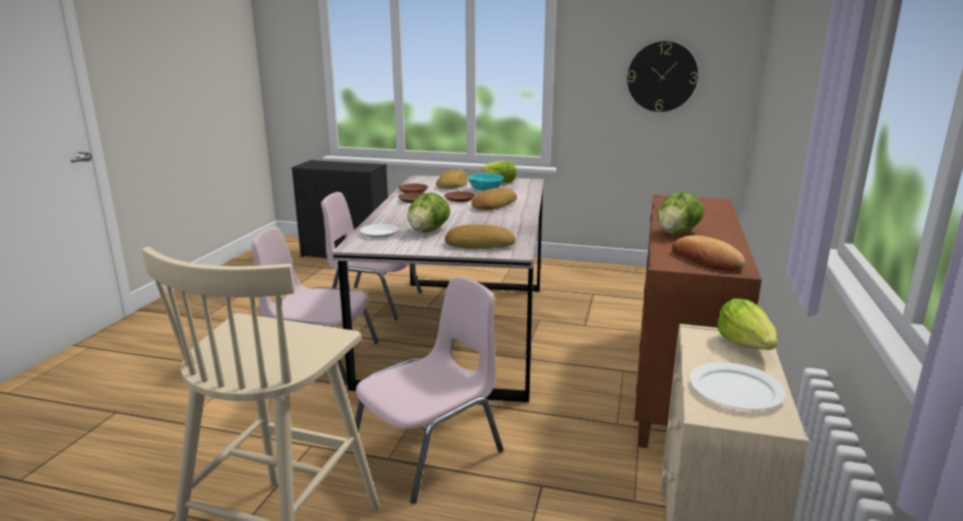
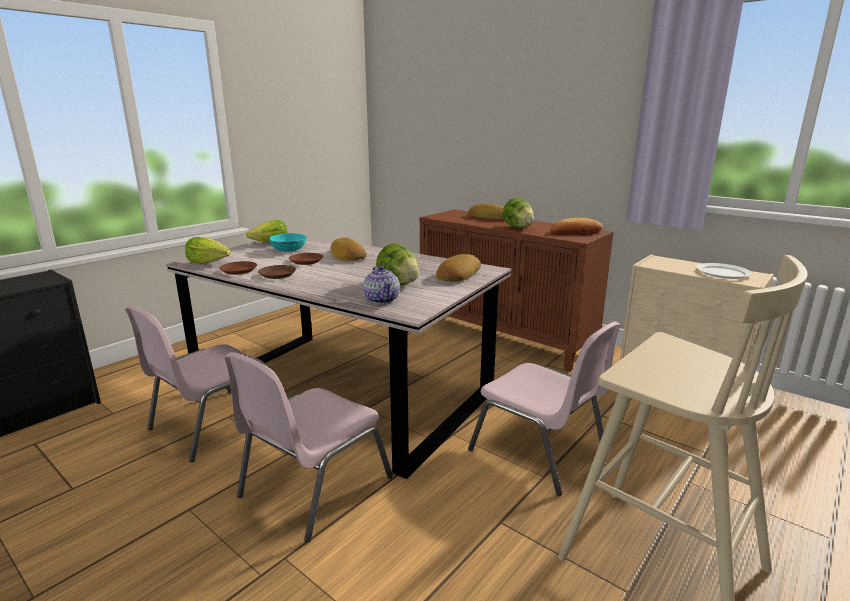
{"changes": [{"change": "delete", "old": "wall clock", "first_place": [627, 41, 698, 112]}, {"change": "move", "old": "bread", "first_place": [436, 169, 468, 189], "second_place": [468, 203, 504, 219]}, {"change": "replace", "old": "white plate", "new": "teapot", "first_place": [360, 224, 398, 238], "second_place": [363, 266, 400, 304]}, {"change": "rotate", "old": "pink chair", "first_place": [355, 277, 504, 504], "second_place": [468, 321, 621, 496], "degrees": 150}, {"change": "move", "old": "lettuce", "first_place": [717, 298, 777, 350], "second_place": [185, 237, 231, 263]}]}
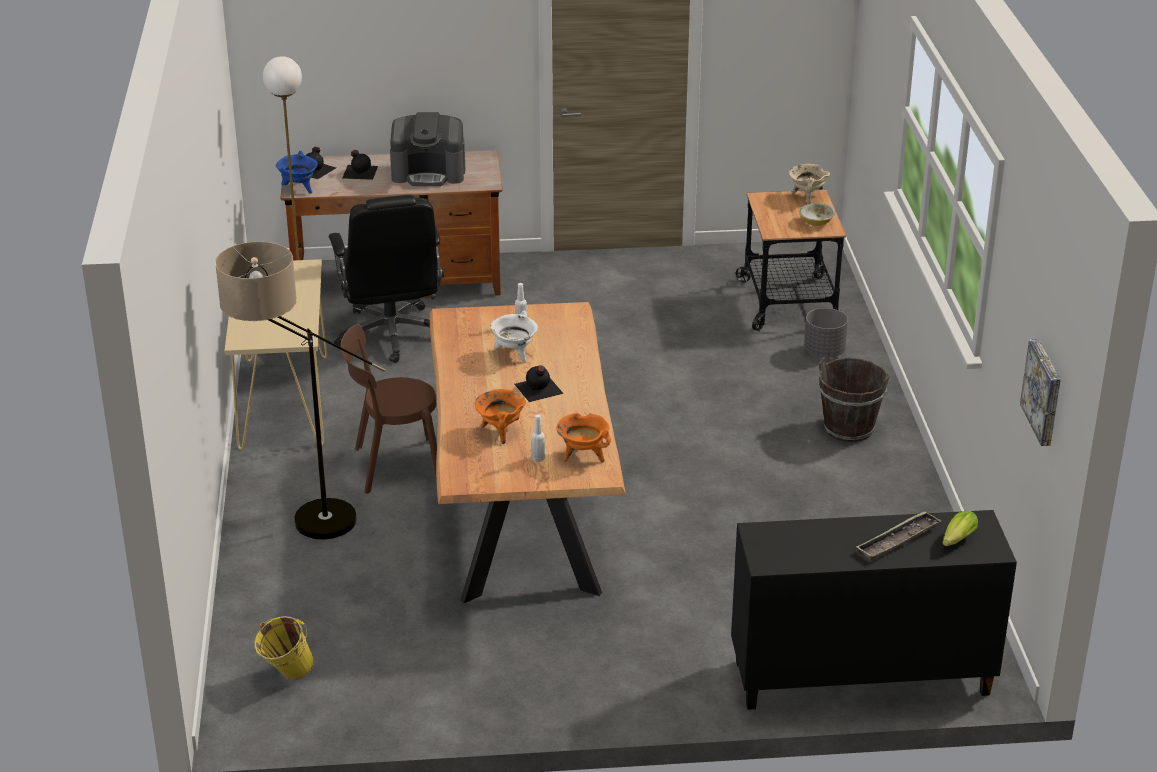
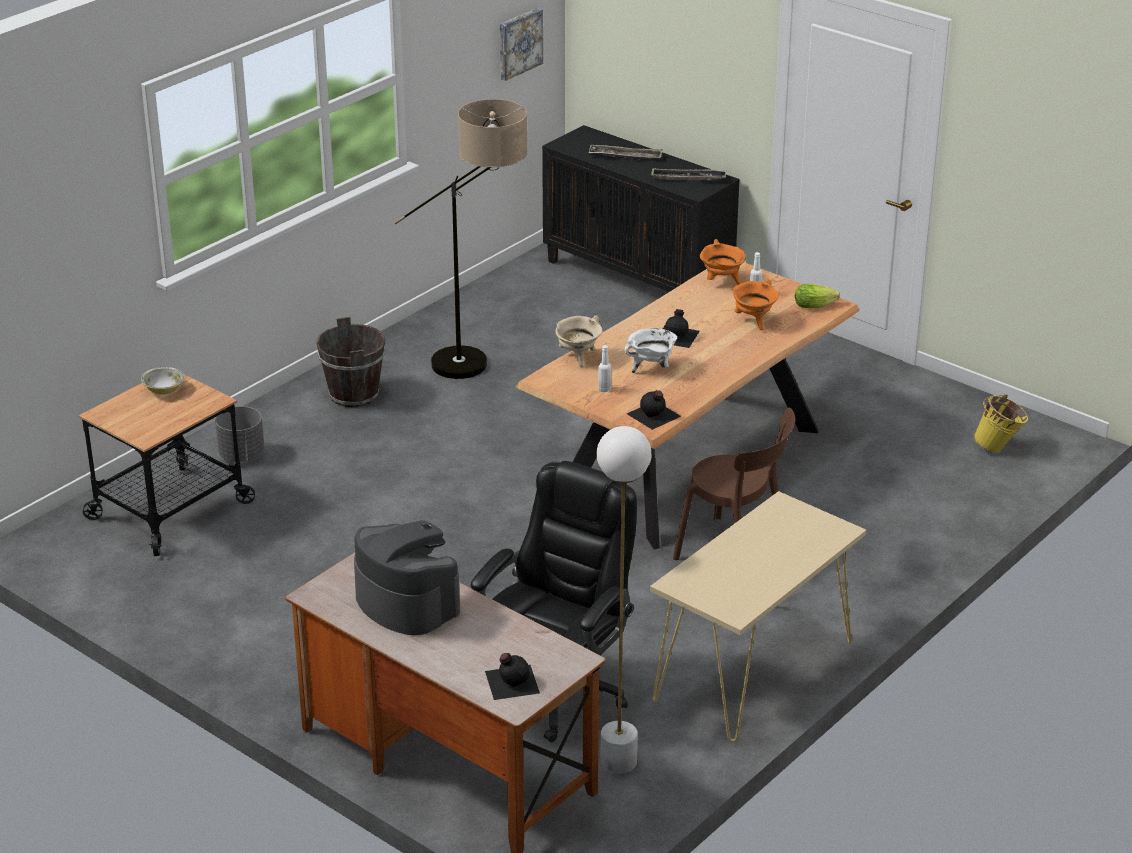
{"changes": [{"change": "move", "old": "black bottle", "first_place": [342, 150, 378, 180], "second_place": [627, 390, 681, 430]}, {"change": "delete", "old": "blue cooking pot", "first_place": [275, 151, 318, 194]}, {"change": "move", "old": "beige cooking pot", "first_place": [789, 164, 830, 204], "second_place": [555, 315, 603, 367]}, {"change": "move", "old": "floor lamp", "first_place": [215, 242, 385, 539], "second_place": [394, 99, 528, 379]}, {"change": "move", "old": "lettuce", "first_place": [942, 511, 978, 546], "second_place": [795, 284, 840, 308]}, {"change": "insert", "new": "tray", "second_place": [651, 168, 726, 181]}]}
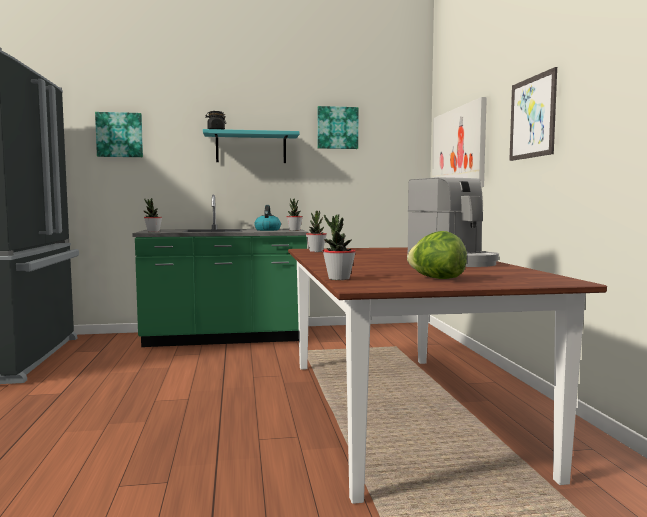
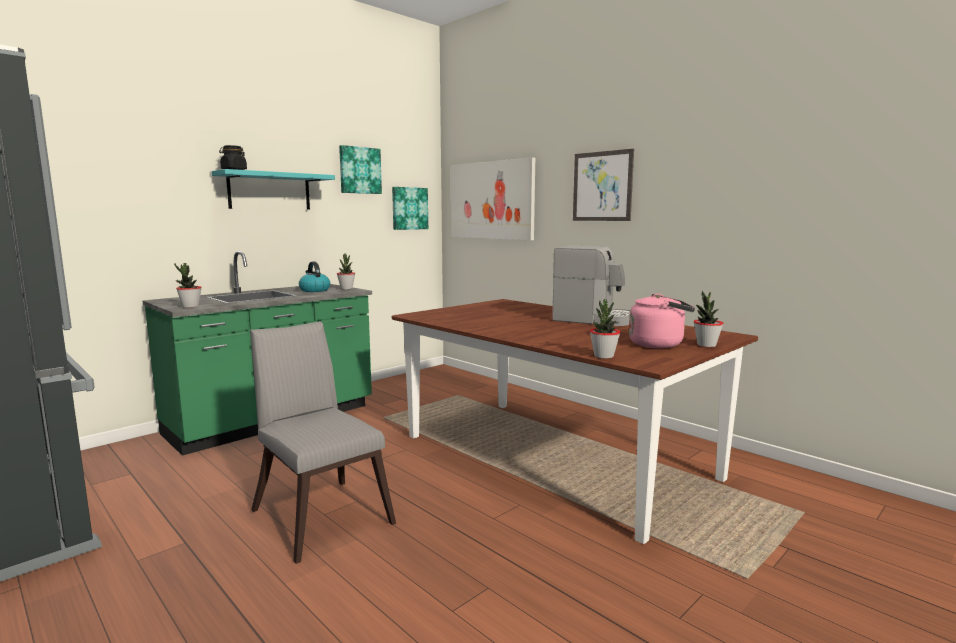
{"changes": [{"change": "move", "old": "picture", "first_place": [95, 112, 143, 157], "second_place": [392, 187, 428, 230]}, {"change": "move", "old": "potted plant", "first_place": [306, 211, 327, 252], "second_place": [694, 291, 724, 347]}, {"change": "replace", "old": "lettuce", "new": "pink kettle", "first_place": [407, 231, 467, 279], "second_place": [629, 294, 695, 348]}, {"change": "insert", "new": "grey chair", "second_place": [250, 321, 396, 564]}]}
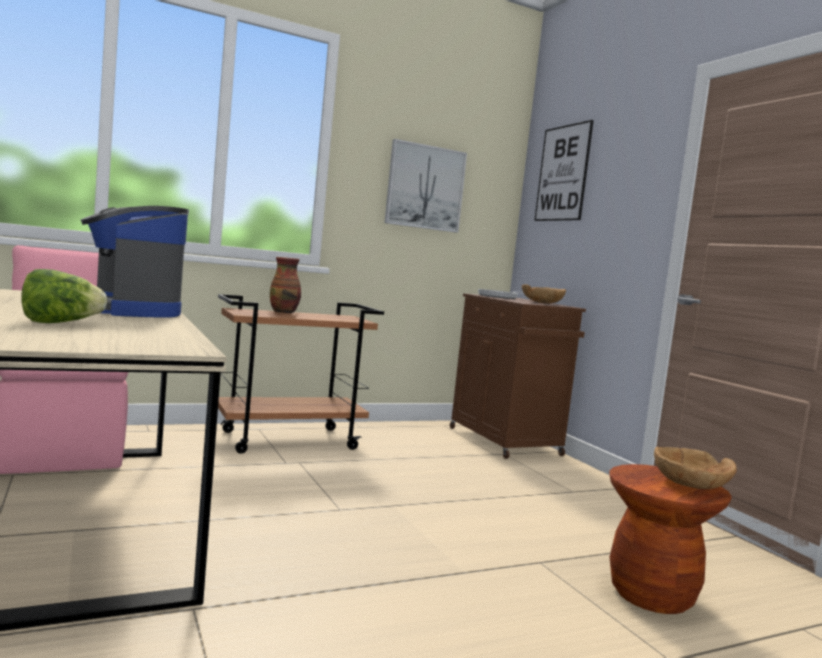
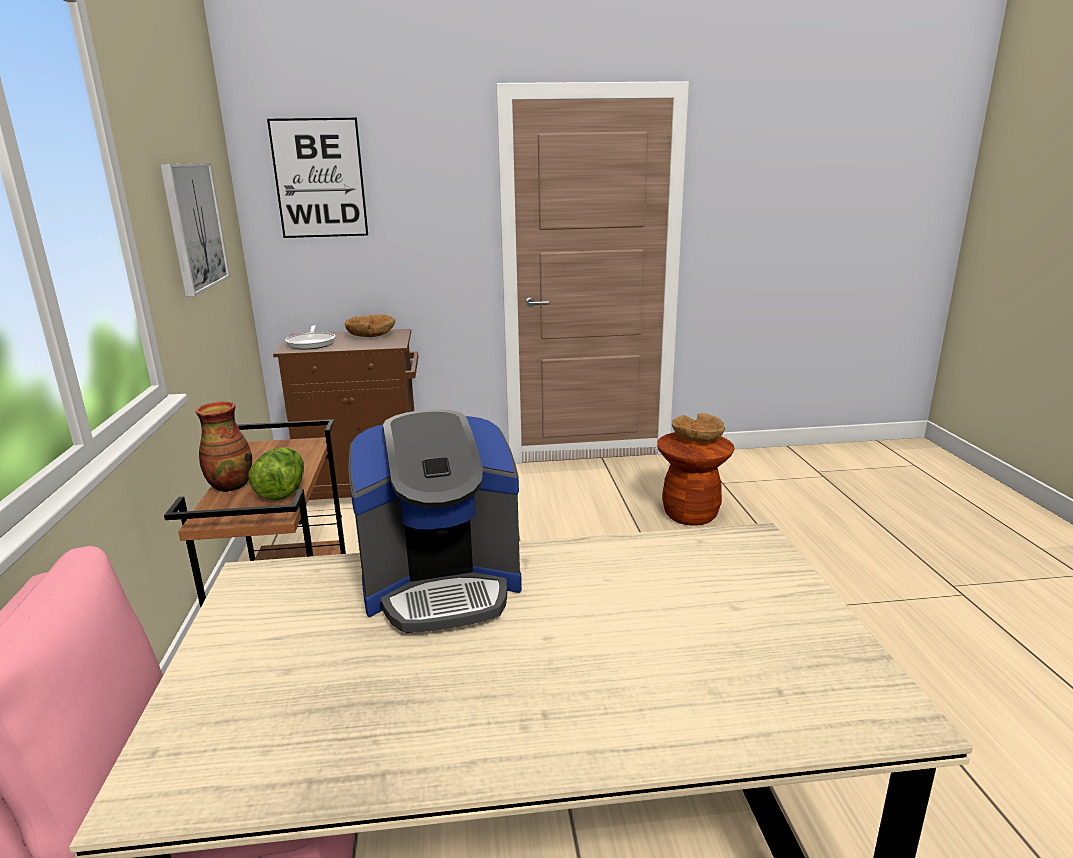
{"changes": [{"change": "move", "old": "lettuce", "first_place": [21, 269, 107, 323], "second_place": [248, 447, 304, 501]}]}
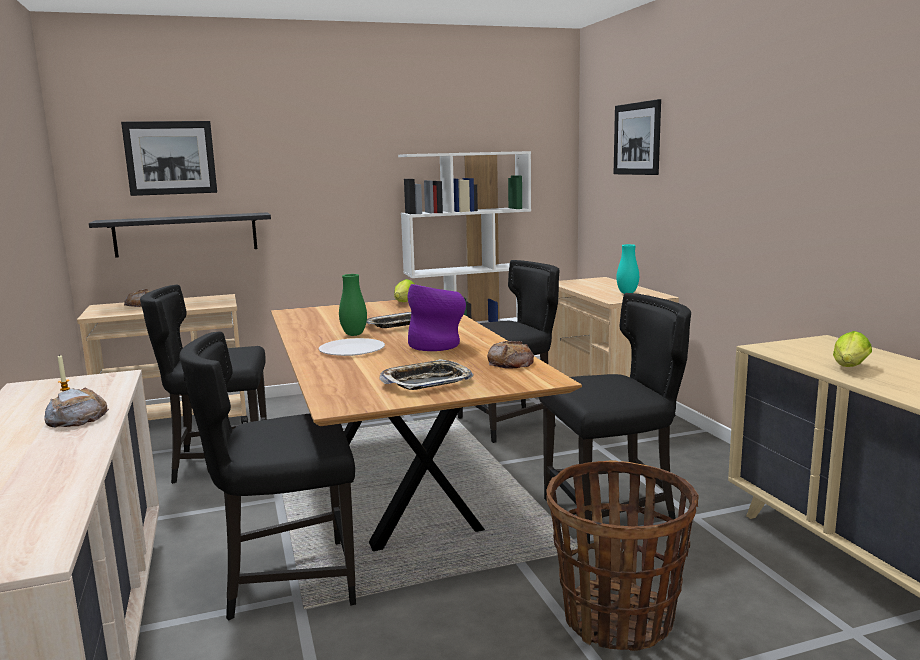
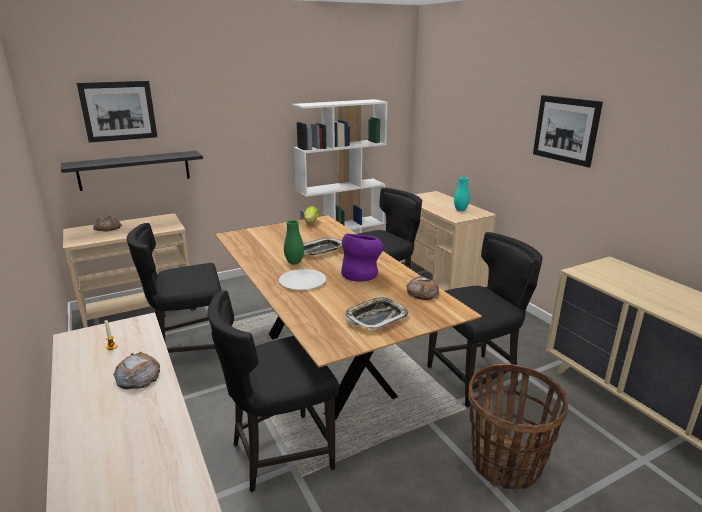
{"changes": [{"change": "move", "old": "picture", "first_place": [614, 99, 661, 175], "second_place": [533, 95, 603, 167]}, {"change": "delete", "old": "lettuce", "first_place": [833, 331, 872, 367]}]}
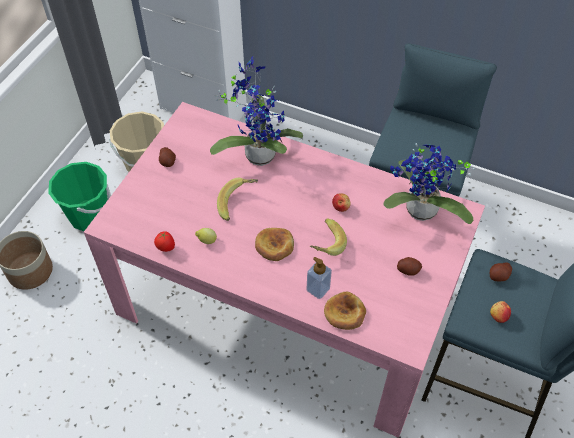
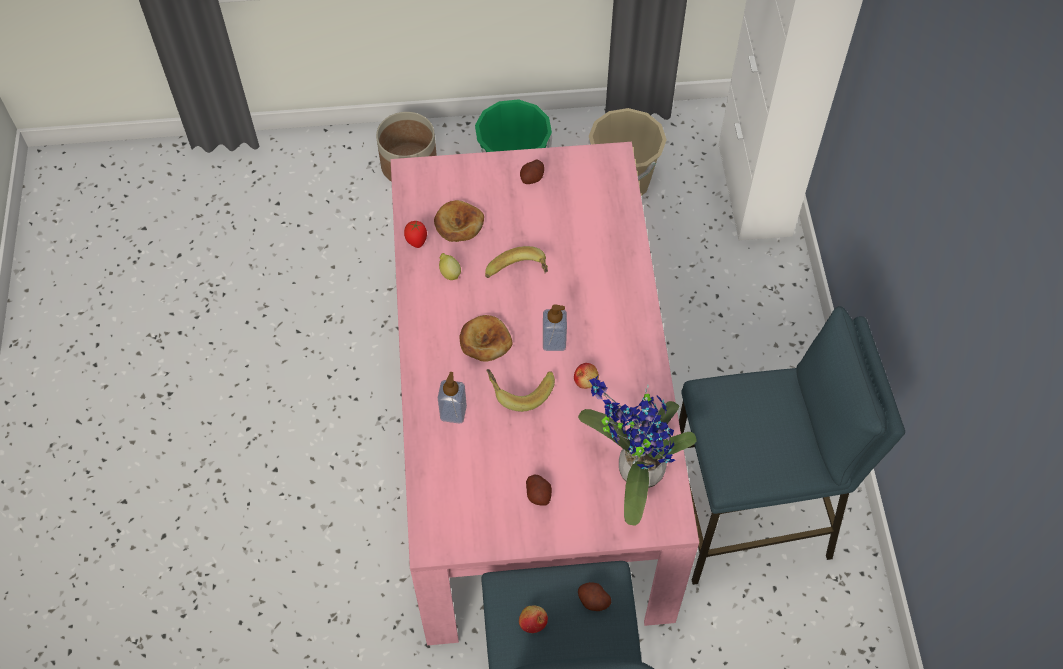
{"changes": [{"change": "delete", "old": "potted plant", "first_place": [210, 57, 303, 166]}, {"change": "move", "old": "bread", "first_place": [324, 292, 366, 330], "second_place": [434, 200, 484, 242]}, {"change": "insert", "new": "soap dispenser", "second_place": [543, 304, 567, 351]}]}
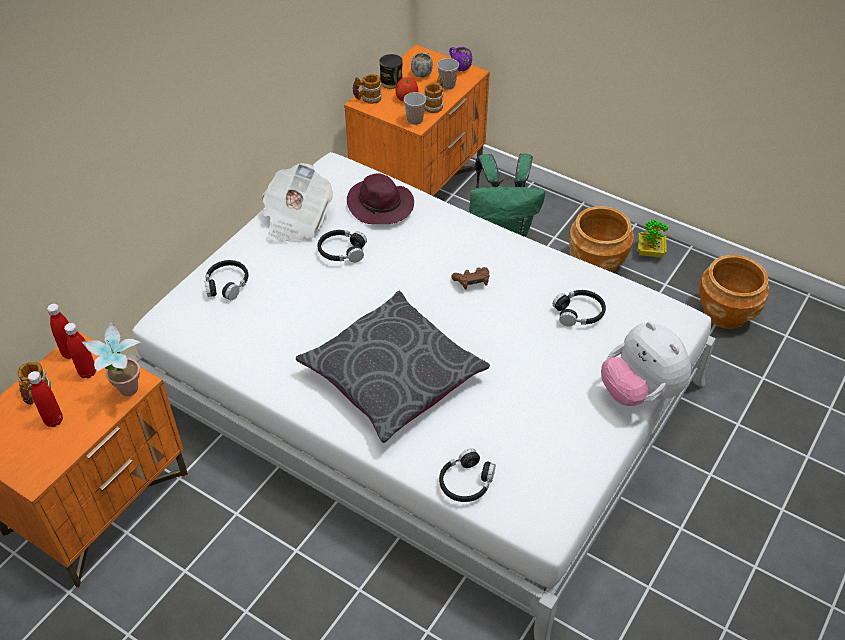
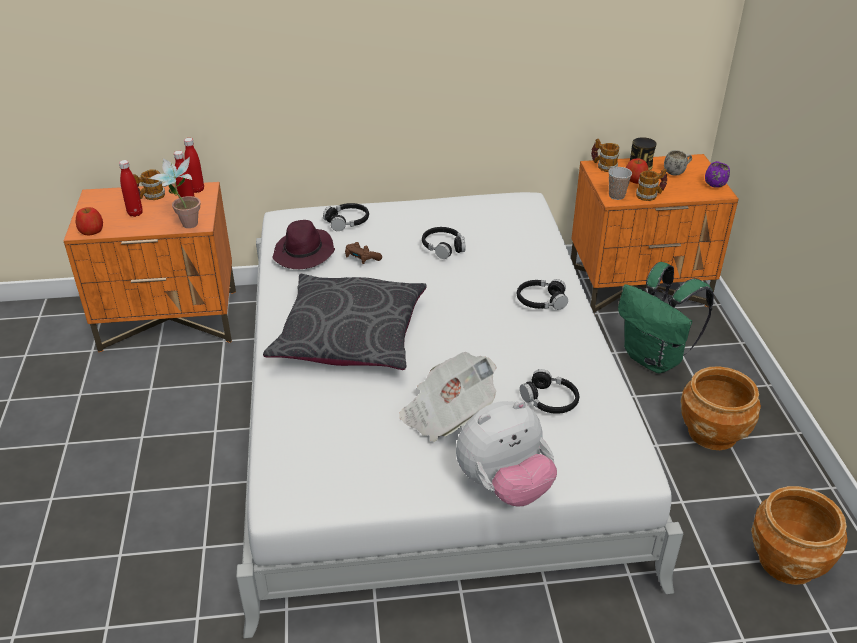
{"changes": [{"change": "delete", "old": "cup", "first_place": [437, 58, 459, 90]}, {"change": "move", "old": "newspaper", "first_place": [262, 163, 333, 242], "second_place": [399, 352, 497, 442]}, {"change": "move", "old": "purple hat", "first_place": [347, 174, 414, 224], "second_place": [272, 220, 335, 269]}, {"change": "delete", "old": "potted plant", "first_place": [638, 220, 668, 257]}, {"change": "move", "old": "brown game controller", "first_place": [451, 267, 489, 290], "second_place": [345, 242, 382, 264]}, {"change": "rotate", "old": "plush toy", "first_place": [601, 322, 691, 406], "second_place": [456, 400, 557, 507], "degrees": -135}, {"change": "move", "old": "black headphones", "first_place": [439, 449, 496, 502], "second_place": [517, 279, 568, 310]}, {"change": "insert", "new": "apple", "second_place": [76, 207, 103, 235]}]}
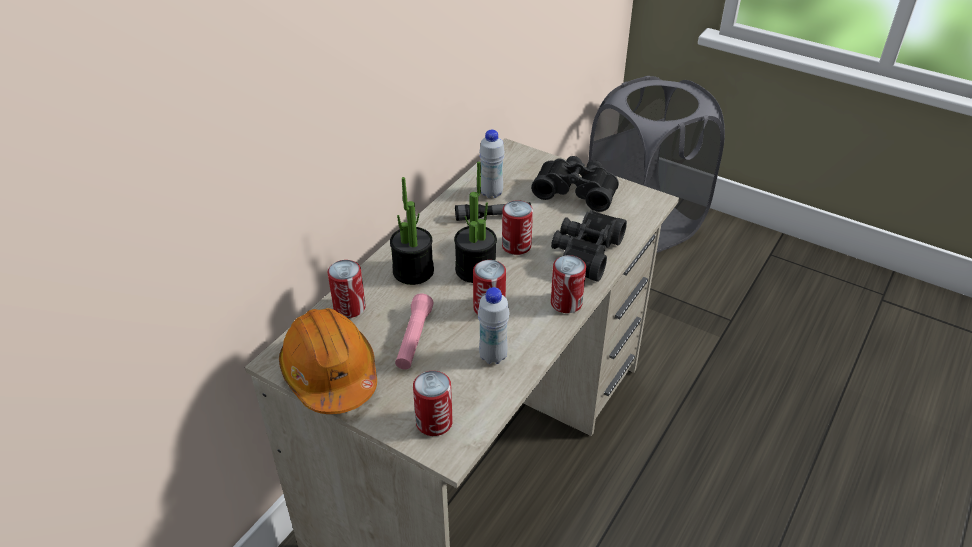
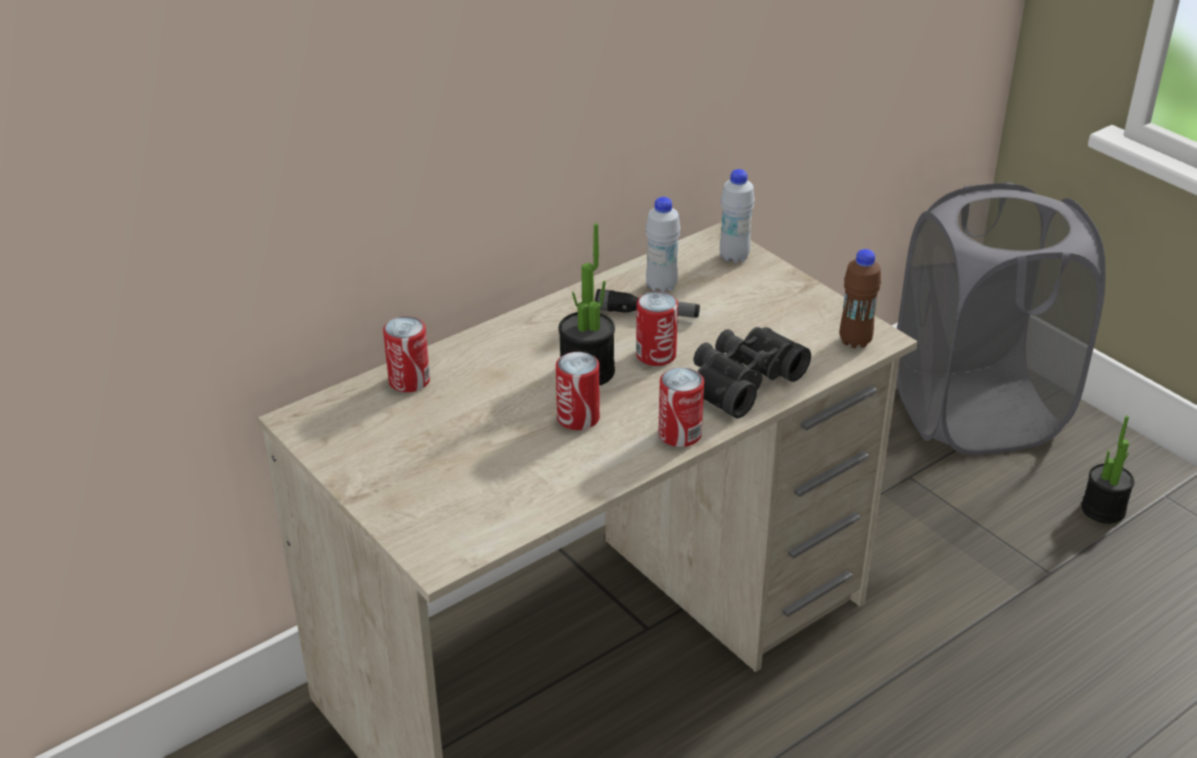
{"changes": [{"change": "delete", "old": "black binoculars", "first_place": [531, 156, 619, 212]}, {"change": "move", "old": "potted plant", "first_place": [390, 177, 434, 285], "second_place": [1081, 415, 1134, 524]}, {"change": "move", "old": "white bottle", "first_place": [478, 287, 510, 364], "second_place": [720, 169, 755, 263]}, {"change": "delete", "old": "pink flashlight", "first_place": [395, 293, 434, 370]}, {"change": "delete", "old": "orange hard hat", "first_place": [279, 308, 377, 414]}, {"change": "delete", "old": "can", "first_place": [413, 371, 453, 436]}, {"change": "insert", "new": "brown bottle", "second_place": [840, 249, 881, 348]}]}
